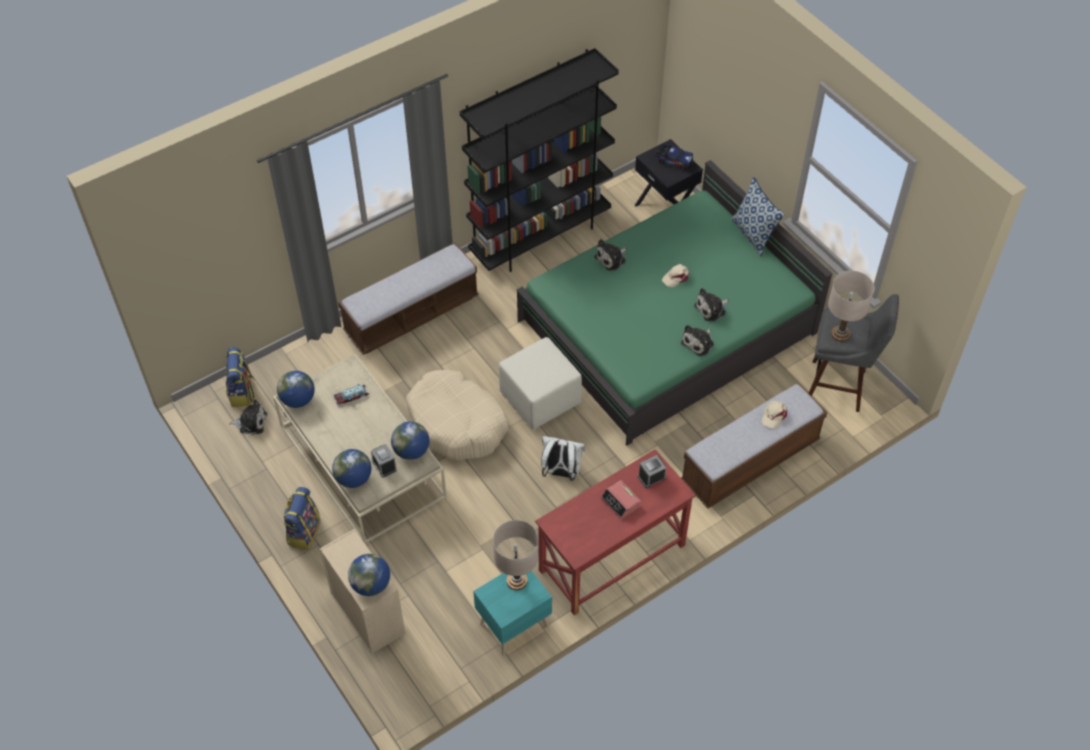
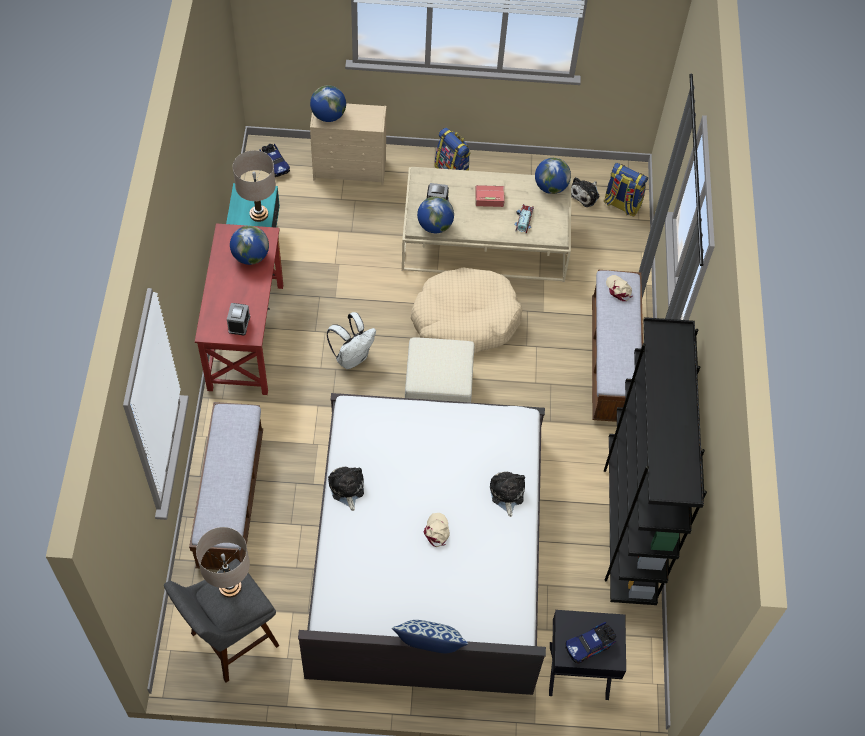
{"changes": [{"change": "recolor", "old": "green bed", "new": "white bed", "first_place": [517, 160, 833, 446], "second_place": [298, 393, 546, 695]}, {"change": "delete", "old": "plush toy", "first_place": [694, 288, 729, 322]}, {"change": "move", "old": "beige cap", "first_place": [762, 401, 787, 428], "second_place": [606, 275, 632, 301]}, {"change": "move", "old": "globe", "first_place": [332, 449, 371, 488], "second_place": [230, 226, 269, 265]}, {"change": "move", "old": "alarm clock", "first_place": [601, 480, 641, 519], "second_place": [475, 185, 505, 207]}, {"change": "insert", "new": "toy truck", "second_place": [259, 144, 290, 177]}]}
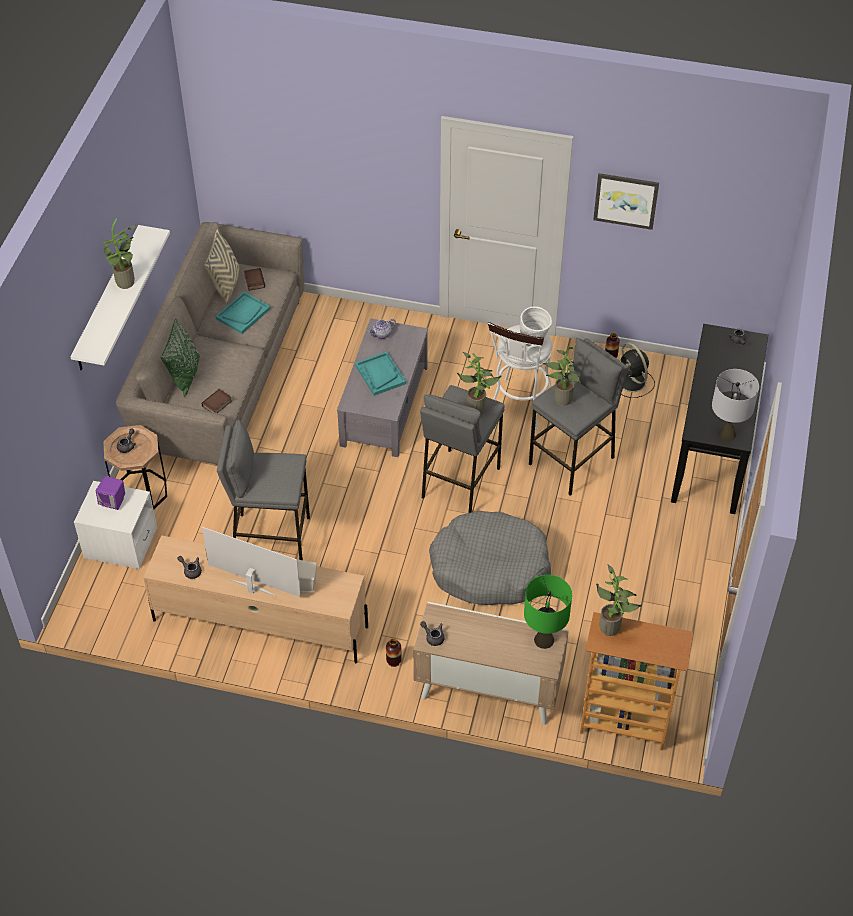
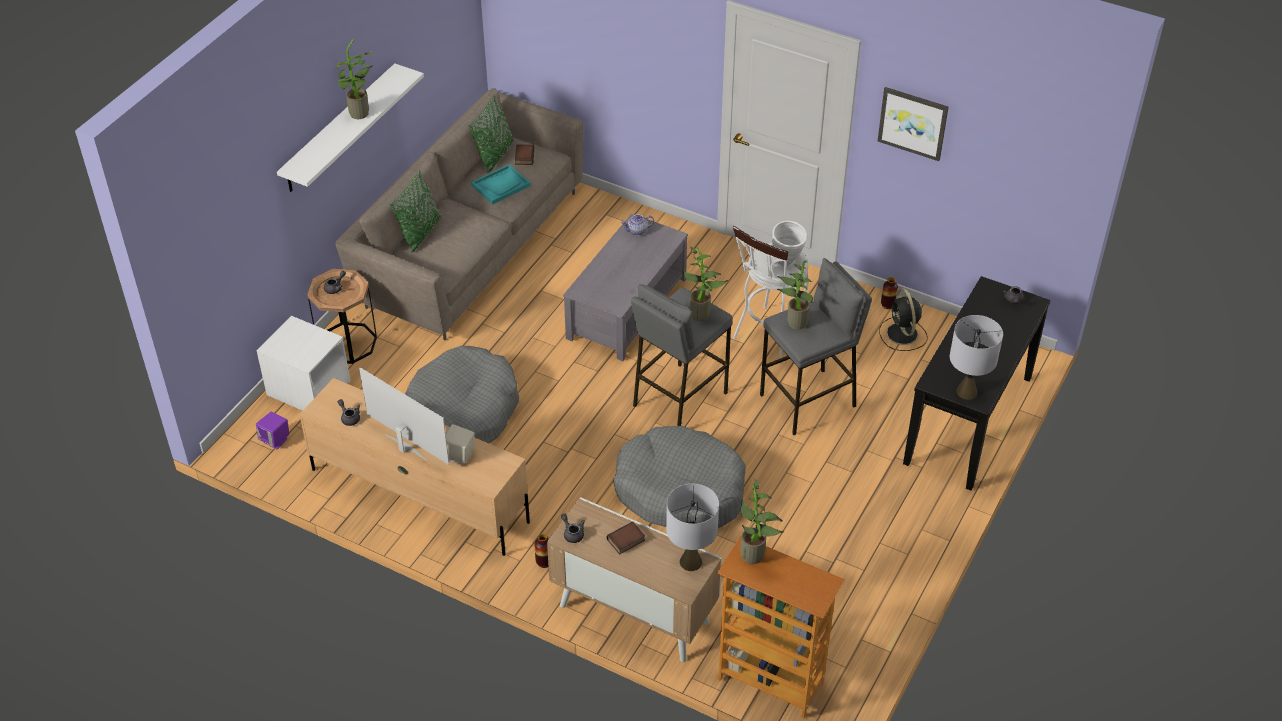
{"changes": [{"change": "recolor", "old": "beige pillow", "new": "green pillow", "first_place": [205, 229, 239, 304], "second_place": [468, 95, 514, 173]}, {"change": "delete", "old": "turquoise tray", "first_place": [355, 352, 406, 396]}, {"change": "move", "old": "book", "first_place": [202, 389, 232, 413], "second_place": [607, 521, 645, 554]}, {"change": "replace", "old": "grey stool", "new": "grey dog bed", "first_place": [217, 420, 310, 560], "second_place": [405, 346, 519, 443]}, {"change": "move", "old": "purple speaker", "first_place": [96, 476, 125, 510], "second_place": [256, 412, 289, 449]}, {"change": "recolor", "old": "green table lamp", "new": "grey table lamp", "first_place": [524, 575, 572, 649], "second_place": [666, 484, 719, 571]}]}
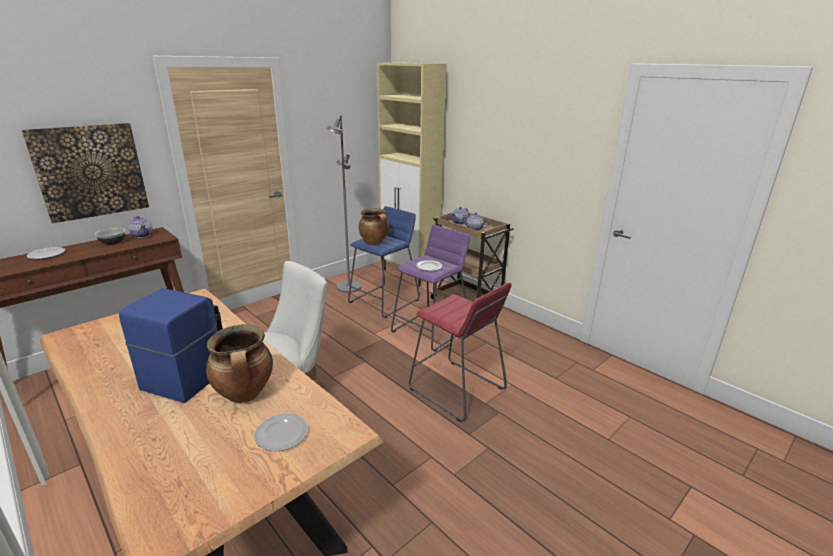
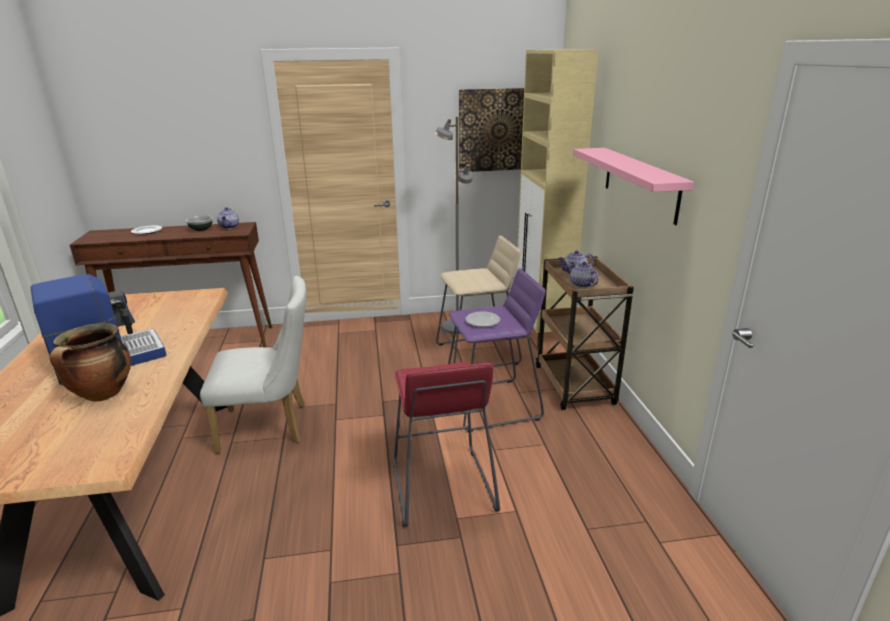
{"changes": [{"change": "move", "old": "picture", "first_place": [22, 123, 149, 224], "second_place": [459, 88, 524, 172]}, {"change": "recolor", "old": "blue stool", "new": "beige stool", "first_place": [348, 206, 420, 318], "second_place": [436, 235, 521, 367]}, {"change": "delete", "old": "cooking pot", "first_place": [358, 208, 389, 245]}, {"change": "delete", "old": "plate", "first_place": [254, 414, 309, 451]}, {"change": "insert", "new": "pink shelf", "second_place": [573, 148, 694, 225]}]}
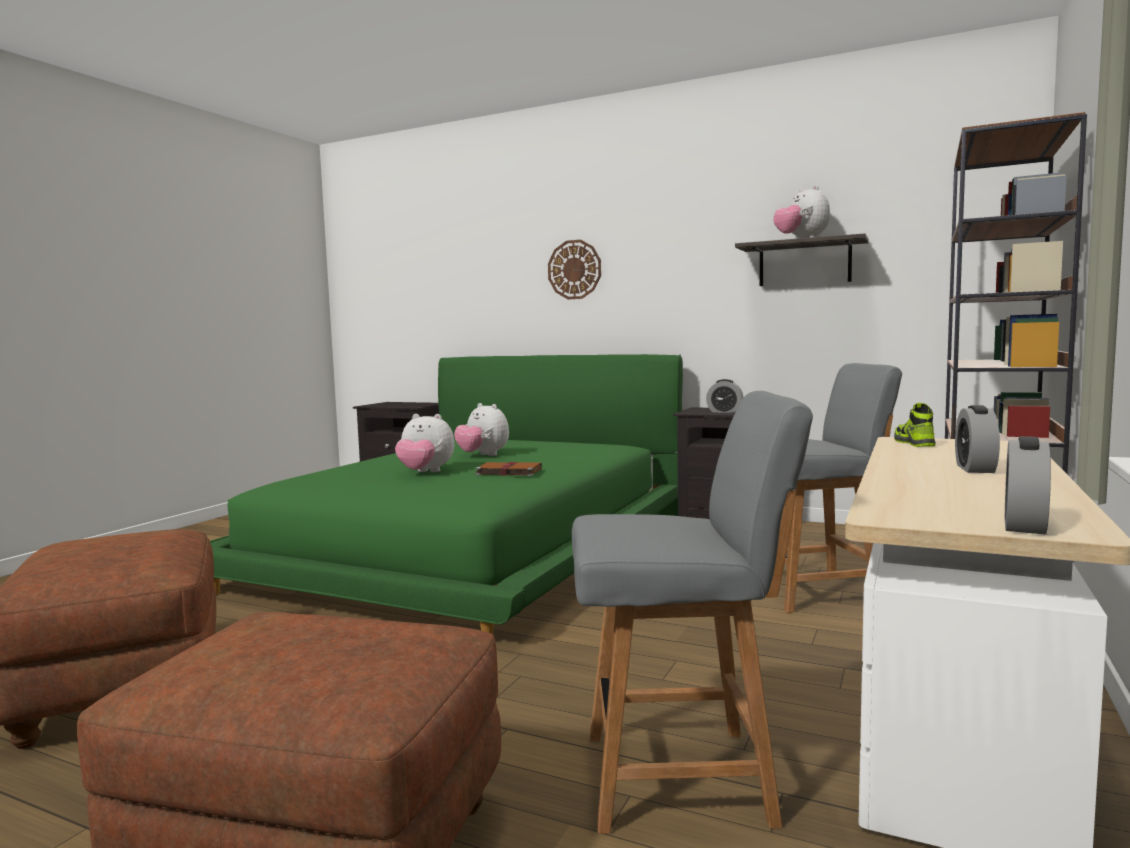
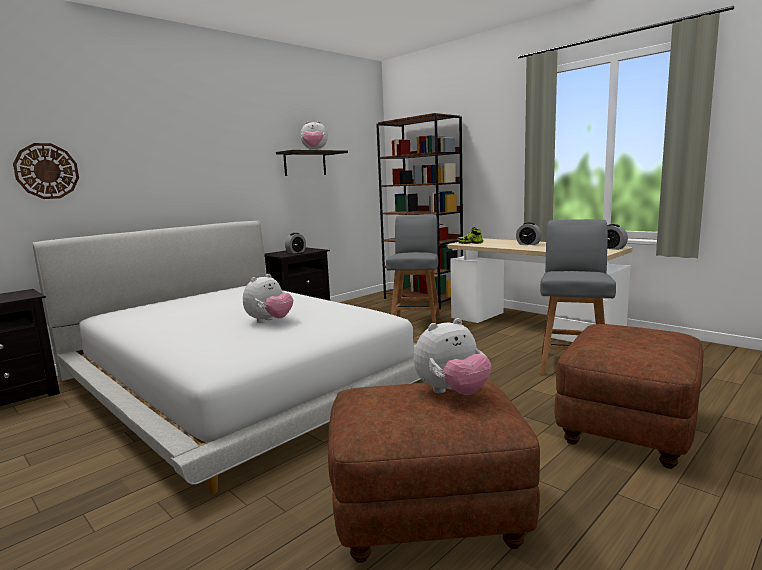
{"changes": [{"change": "move", "old": "wall clock", "first_place": [548, 240, 601, 299], "second_place": [13, 143, 79, 199]}, {"change": "recolor", "old": "green bed", "new": "white bed", "first_place": [210, 354, 683, 634], "second_place": [32, 220, 425, 494]}, {"change": "move", "old": "plush toy", "first_place": [454, 403, 509, 456], "second_place": [414, 318, 492, 395]}, {"change": "delete", "old": "brown book", "first_place": [473, 462, 542, 476]}]}
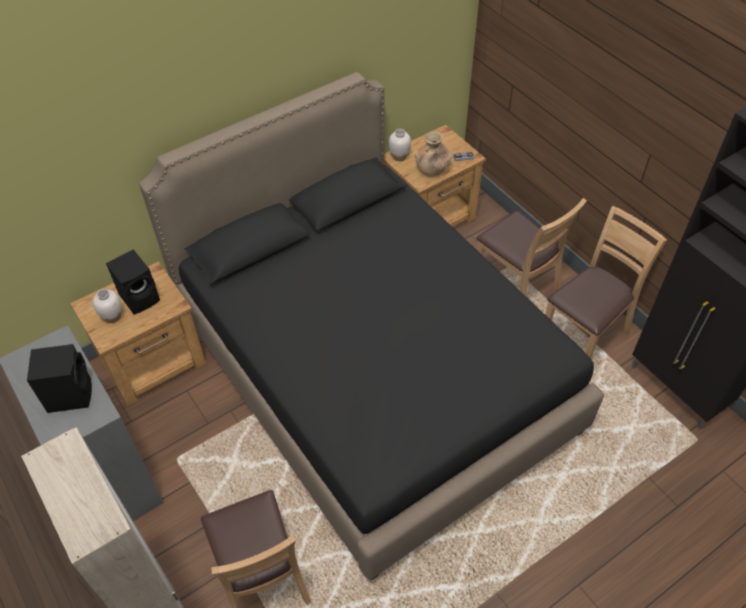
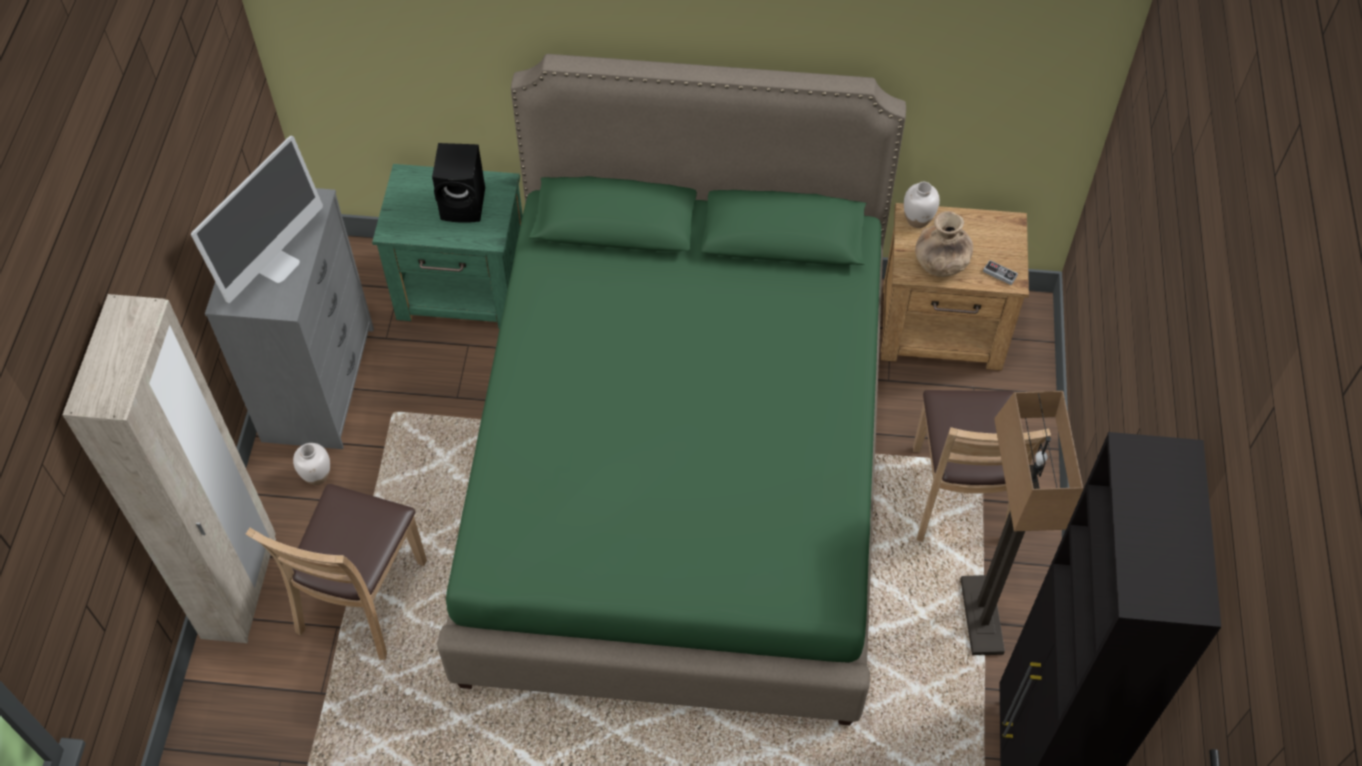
{"changes": [{"change": "recolor", "old": "black bed", "new": "green bed", "first_place": [139, 72, 604, 581], "second_place": [437, 54, 906, 726]}, {"change": "replace", "old": "brown chair", "new": "floor lamp", "first_place": [545, 206, 667, 359], "second_place": [961, 391, 1083, 655]}, {"change": "recolor", "old": "brown nightstand", "new": "green nightstand", "first_place": [70, 261, 206, 407], "second_place": [372, 164, 523, 329]}, {"change": "move", "old": "white vase", "first_place": [93, 289, 122, 323], "second_place": [293, 443, 330, 485]}, {"change": "replace", "old": "black speaker", "new": "monitor", "first_place": [27, 344, 92, 413], "second_place": [191, 136, 323, 303]}]}
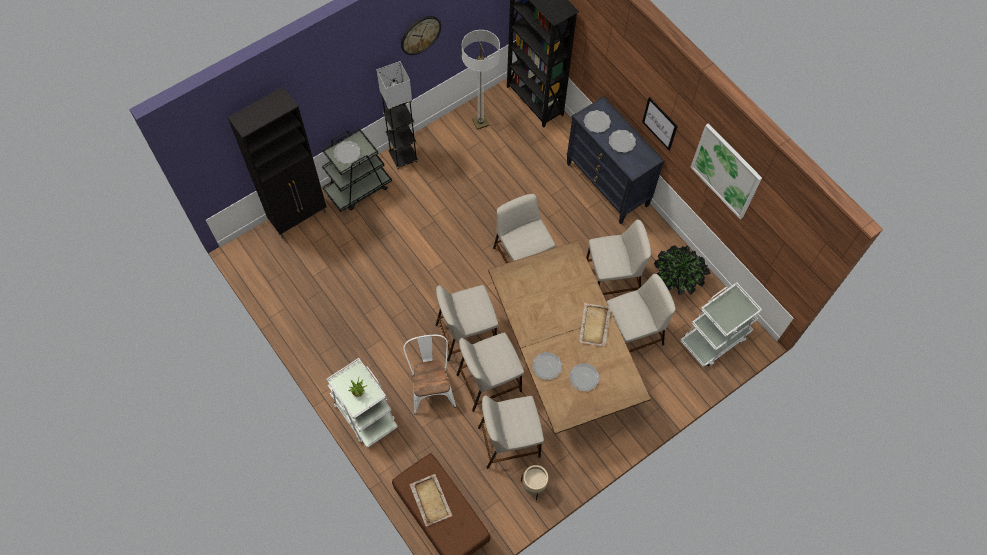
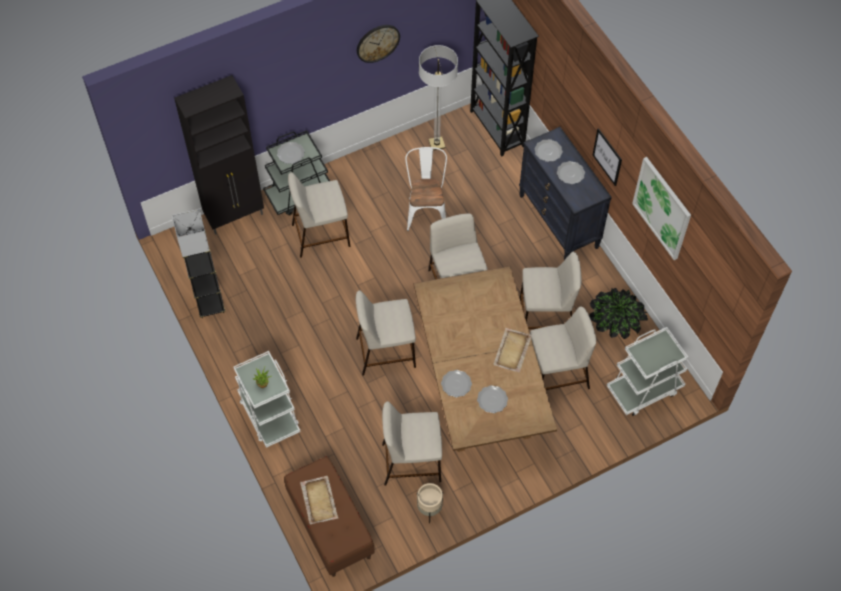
{"changes": [{"change": "move", "old": "grey floor lamp", "first_place": [376, 61, 418, 169], "second_place": [172, 209, 225, 318]}, {"change": "move", "old": "beige stool", "first_place": [457, 332, 524, 412], "second_place": [288, 172, 351, 258]}, {"change": "move", "old": "white chair", "first_place": [403, 335, 456, 414], "second_place": [405, 147, 447, 231]}]}
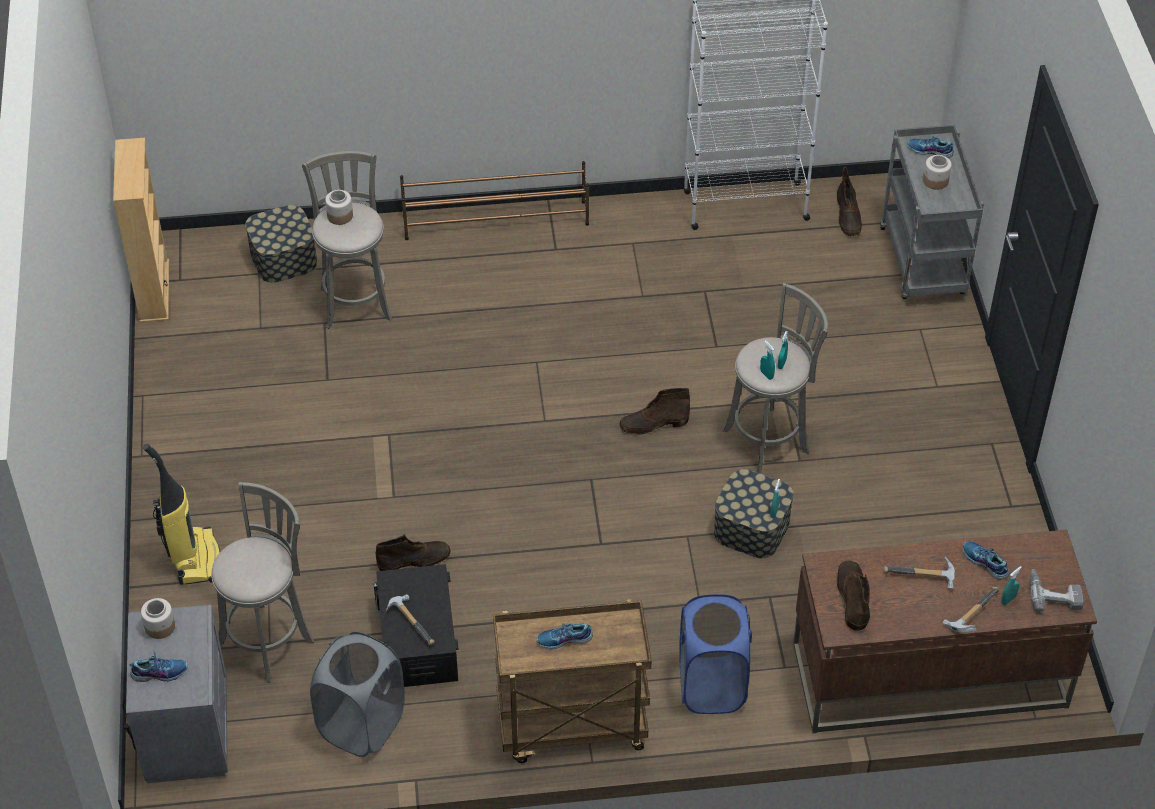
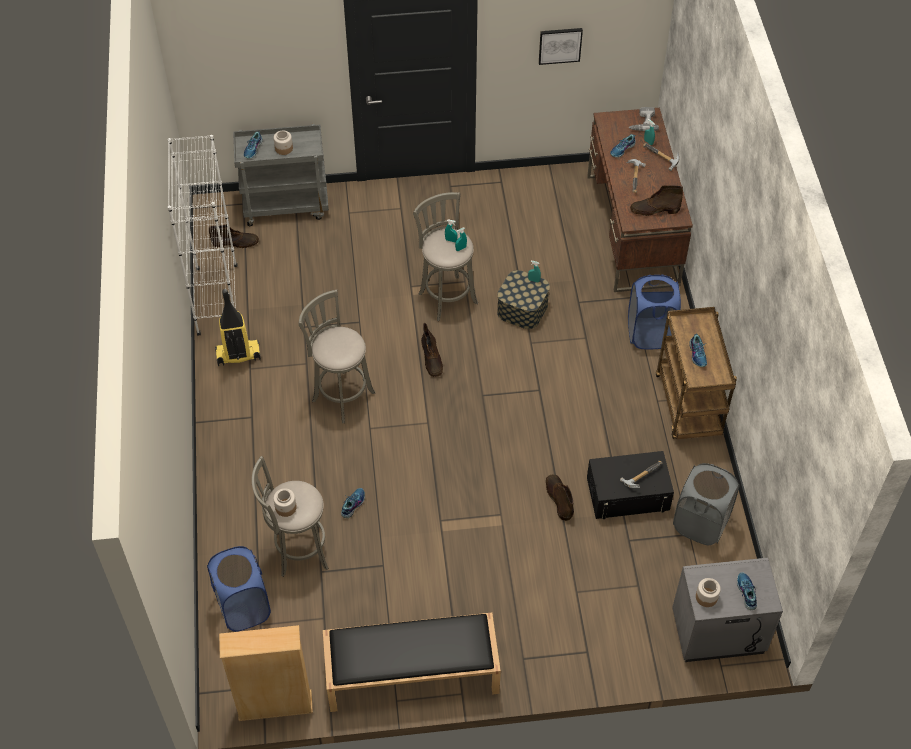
{"changes": [{"change": "delete", "old": "brown shoe rack", "first_place": [400, 161, 589, 240]}, {"change": "replace", "old": "storage box", "new": "blue laundry basket", "first_place": [245, 205, 317, 283], "second_place": [207, 546, 271, 632]}, {"change": "move", "old": "vacuum cleaner", "first_place": [143, 444, 220, 585], "second_place": [215, 289, 261, 366]}, {"change": "move", "old": "grey stool", "first_place": [211, 482, 314, 683], "second_place": [298, 290, 376, 423]}, {"change": "insert", "new": "picture", "second_place": [539, 28, 583, 65]}, {"change": "insert", "new": "shoe", "second_place": [341, 488, 365, 518]}, {"change": "insert", "new": "black bench", "second_place": [323, 612, 501, 712]}]}
